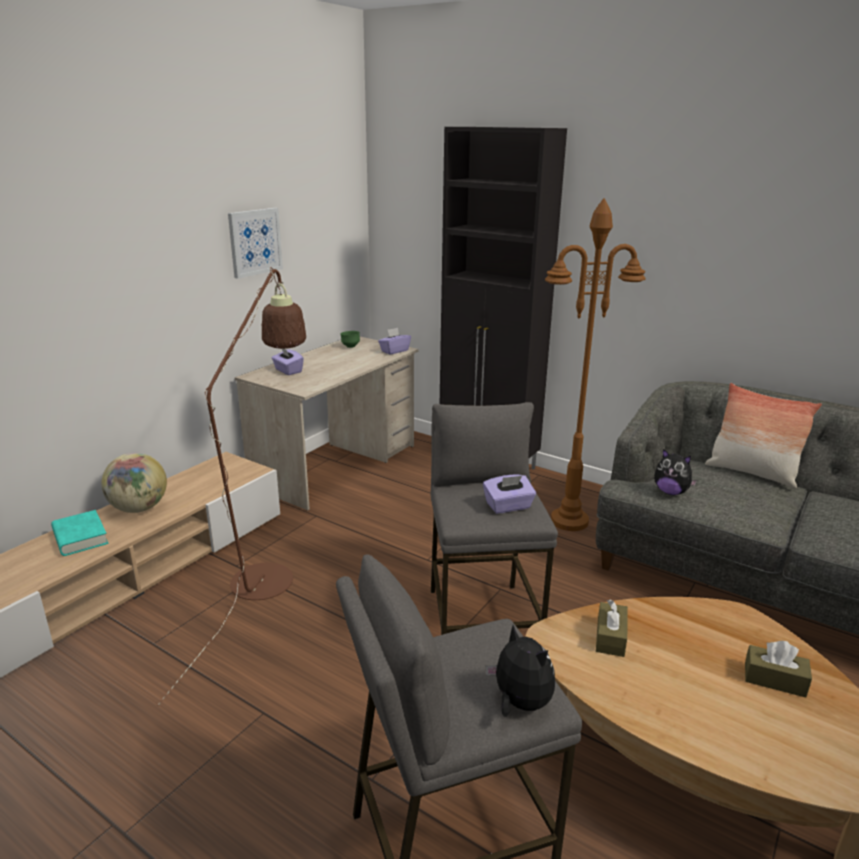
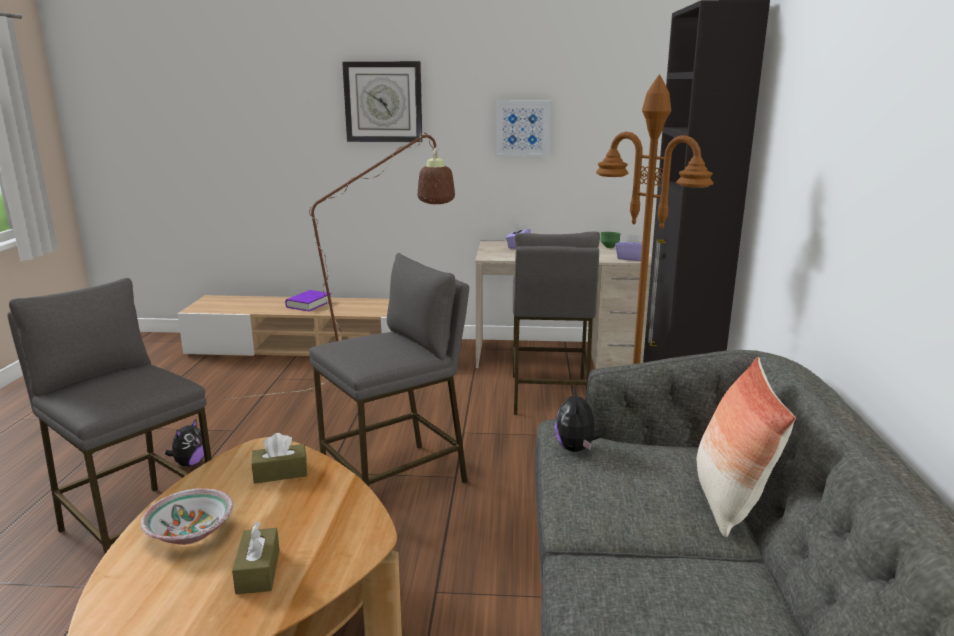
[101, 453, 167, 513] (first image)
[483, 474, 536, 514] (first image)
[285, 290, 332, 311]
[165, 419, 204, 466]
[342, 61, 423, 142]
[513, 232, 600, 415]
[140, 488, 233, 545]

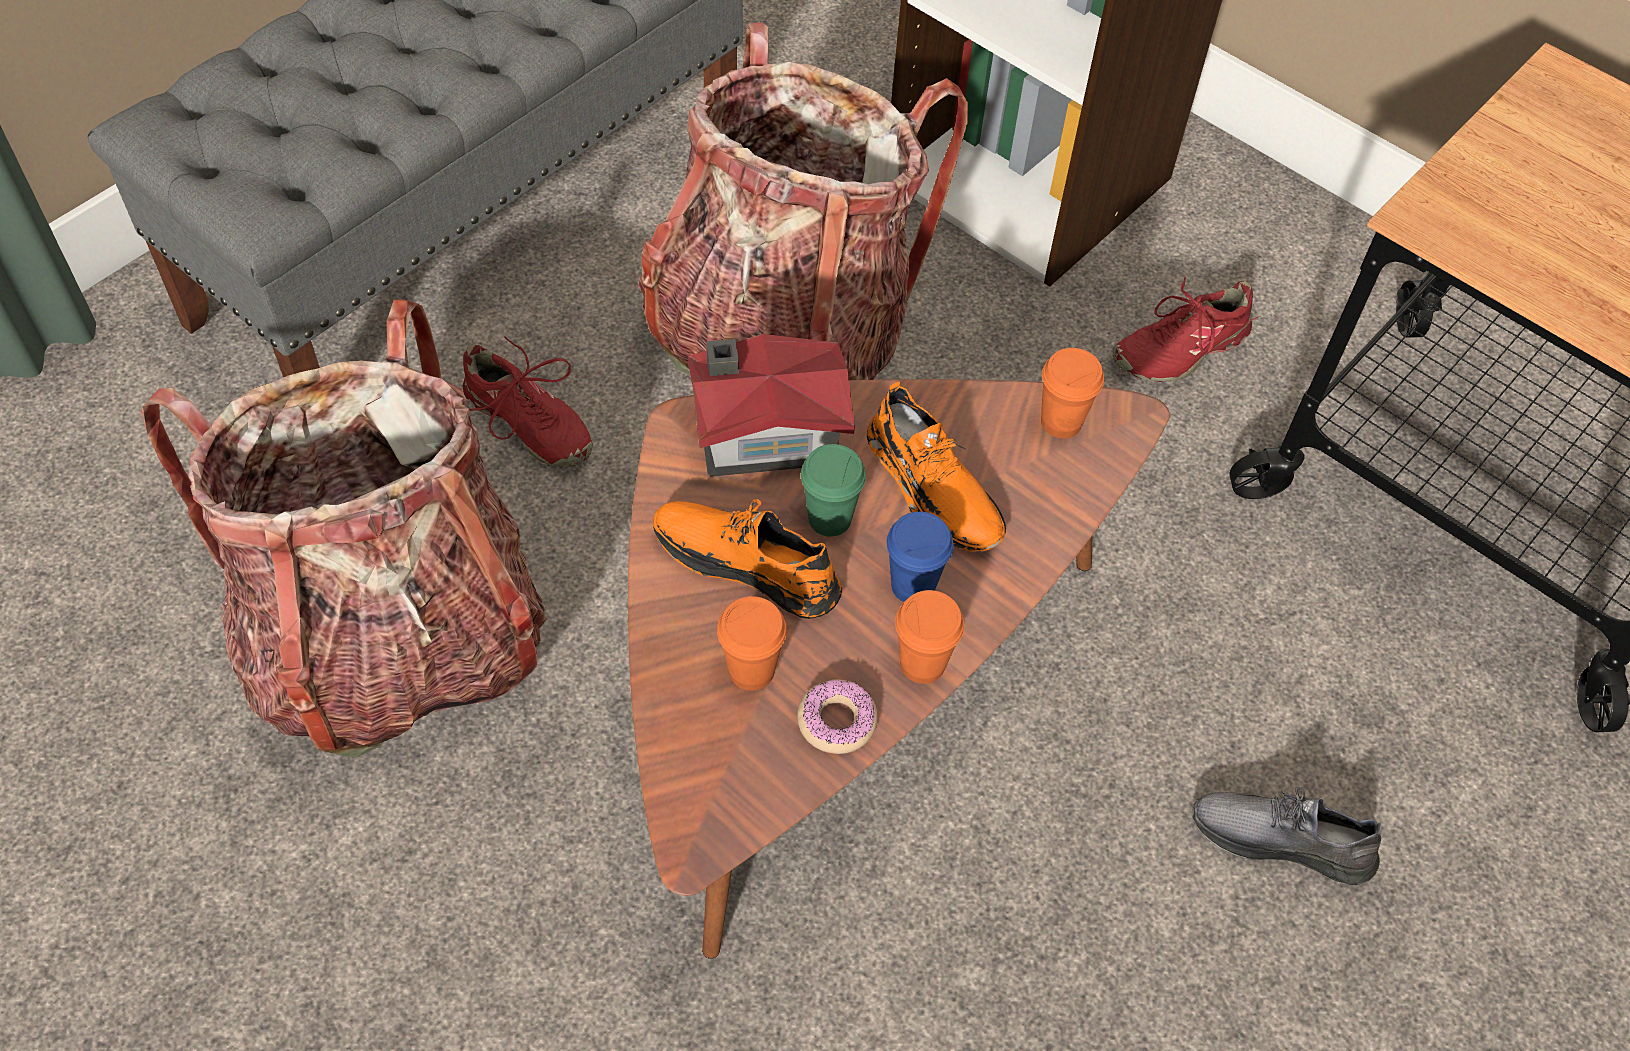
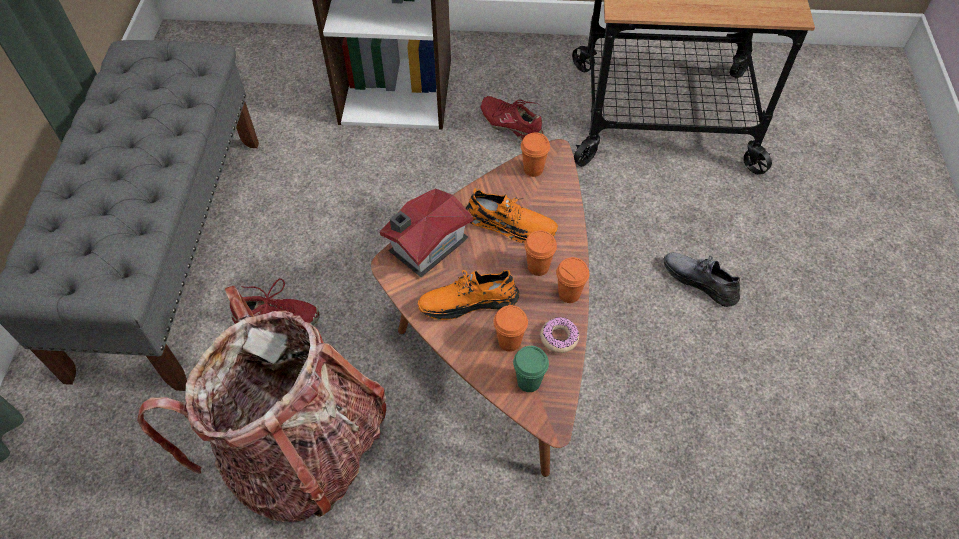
[638, 22, 968, 380] (first image)
[480, 96, 543, 140]
[513, 346, 549, 392]
[524, 230, 557, 276]
[664, 252, 740, 307]

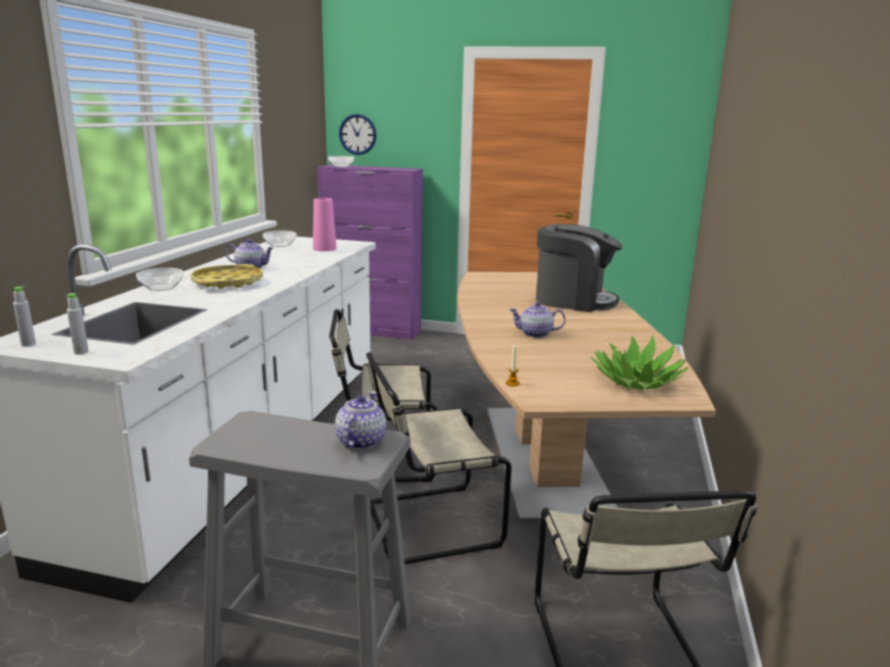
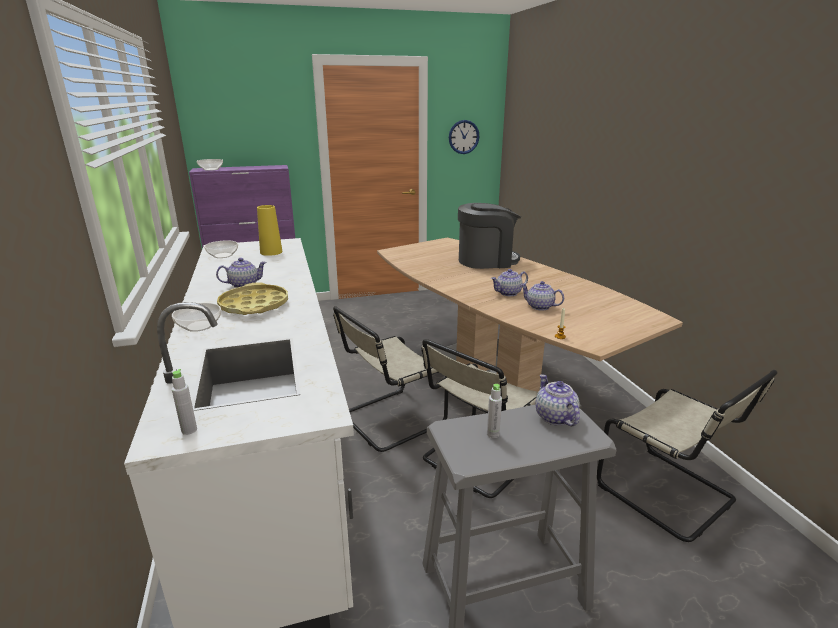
[449, 120, 479, 154]
[257, 205, 283, 256]
[487, 384, 502, 438]
[590, 335, 689, 390] (first image)
[520, 281, 564, 311]

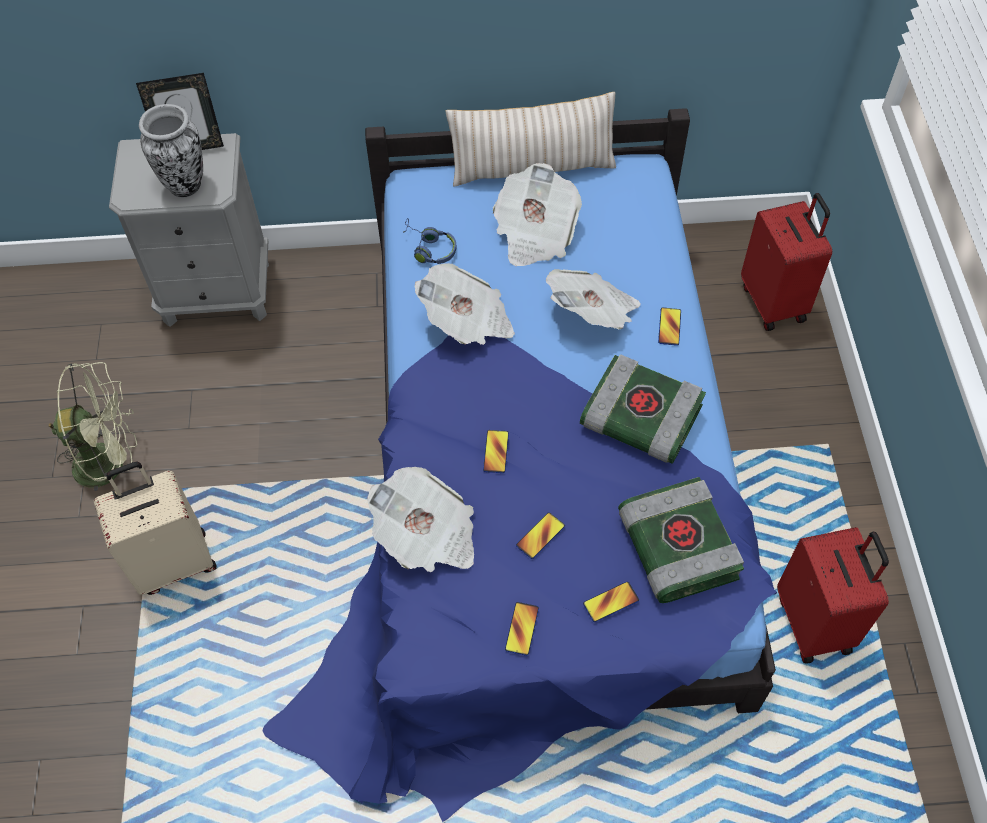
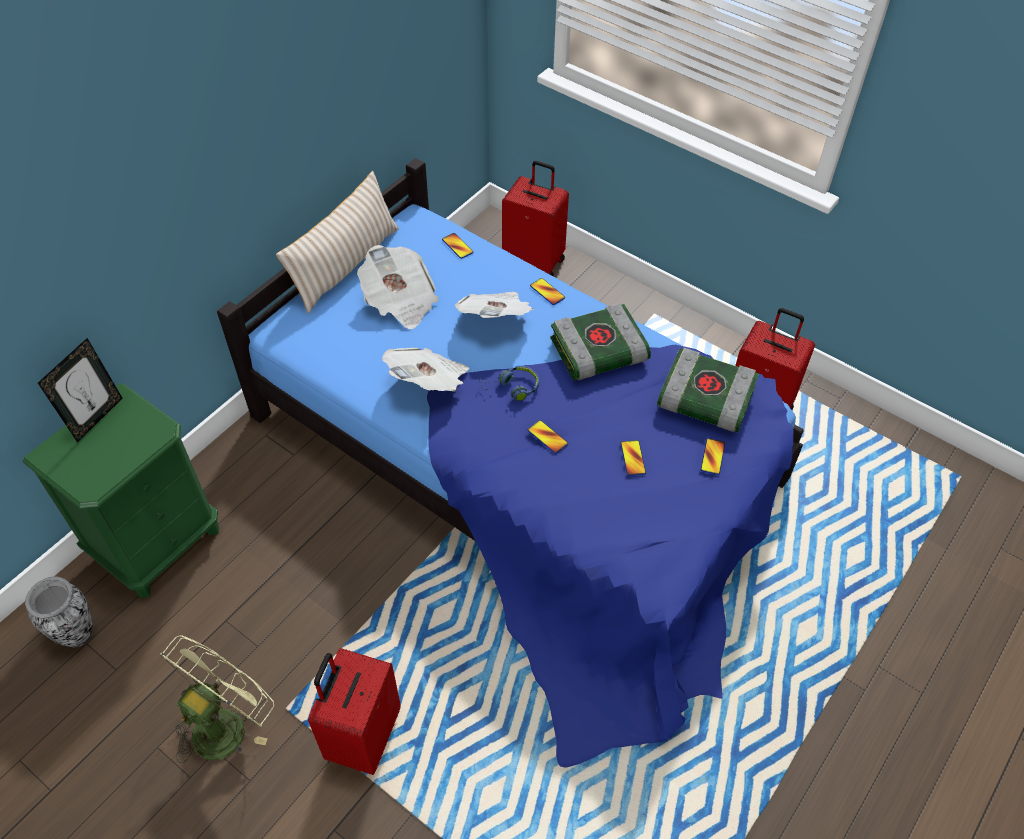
[25, 576, 93, 647]
[23, 383, 219, 598]
[479, 366, 539, 401]
[308, 648, 401, 775]
[367, 467, 474, 572] (first image)
[442, 233, 474, 259]

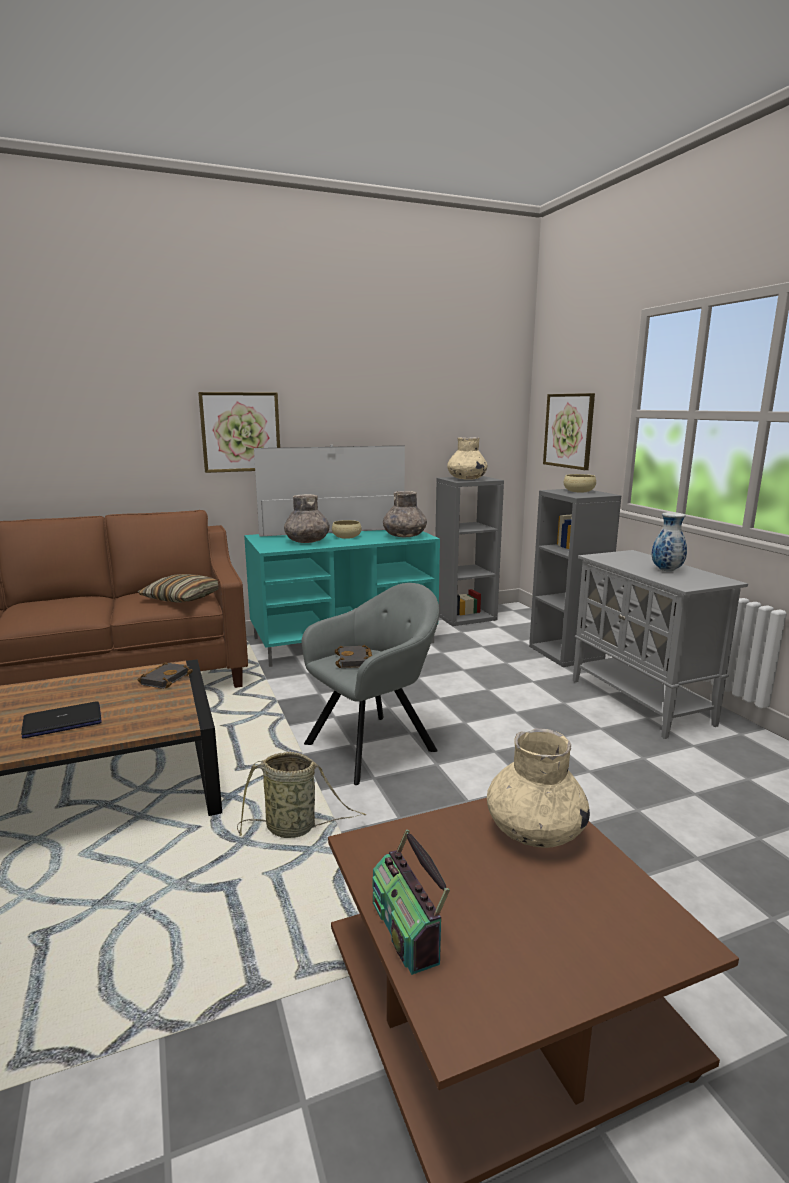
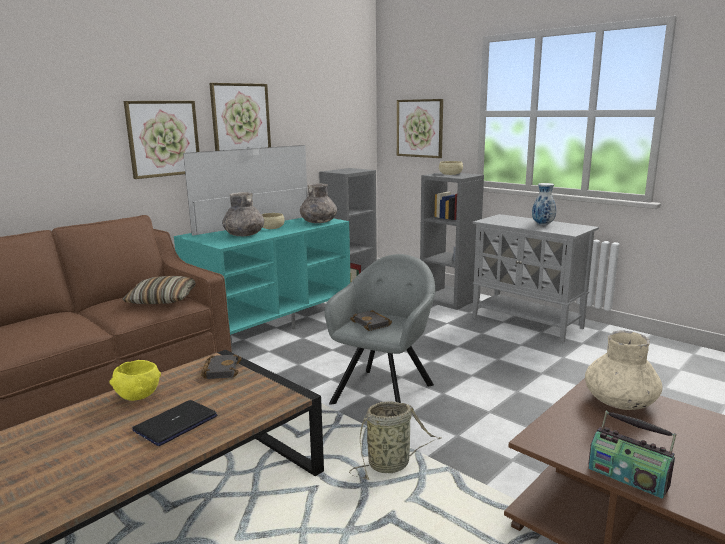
[447, 437, 487, 480] (first image)
[209, 83, 271, 151]
[110, 360, 161, 401]

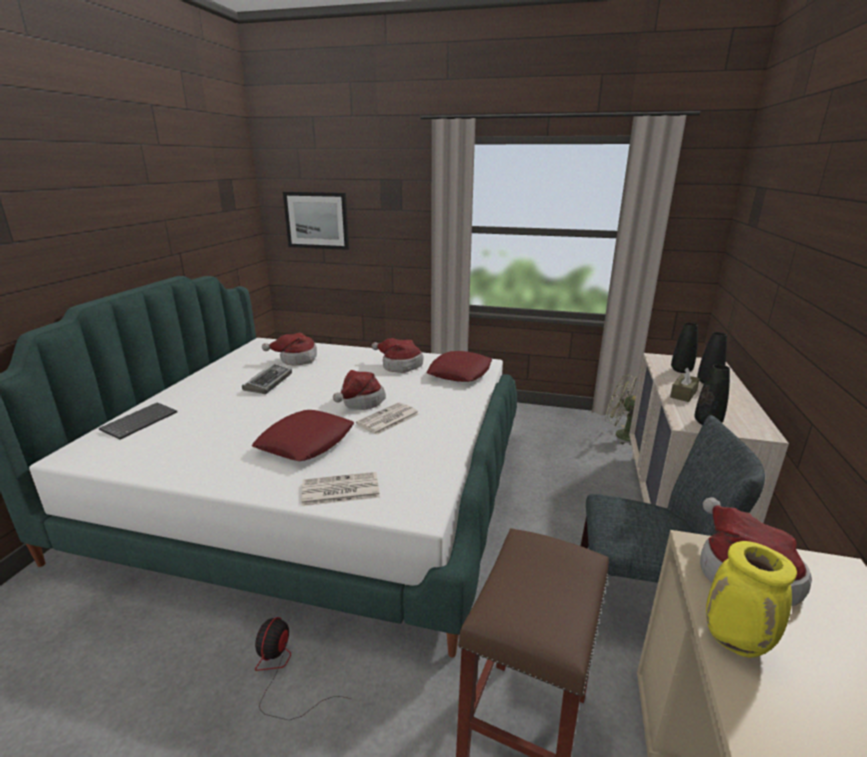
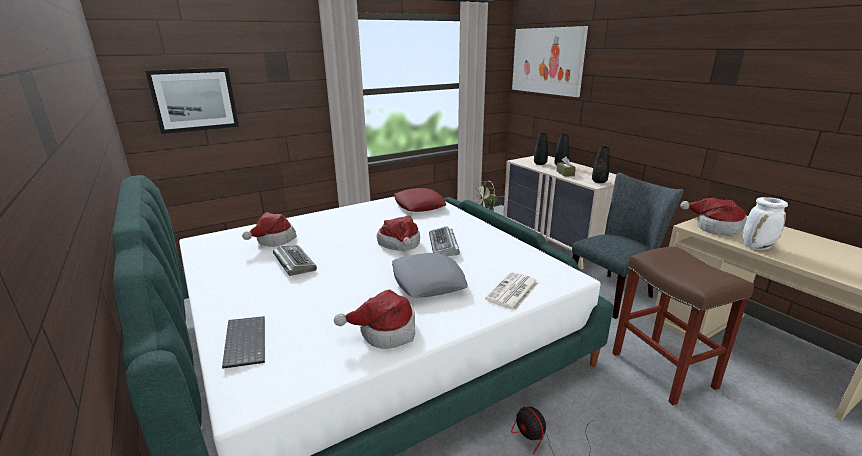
[334, 290, 415, 349]
[429, 226, 460, 256]
[392, 253, 468, 298]
[743, 197, 788, 250]
[512, 26, 588, 97]

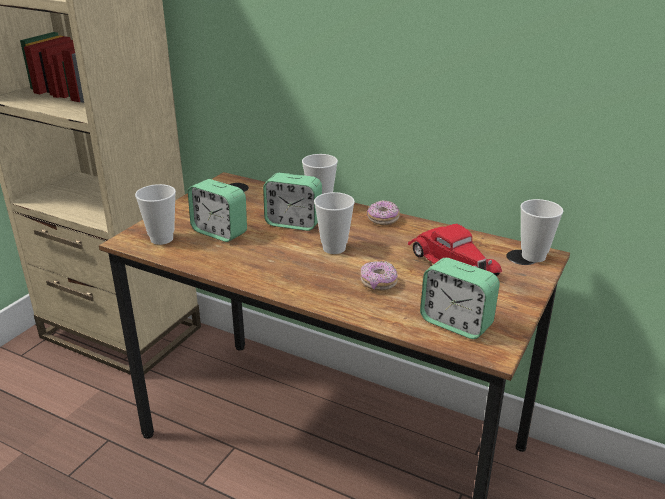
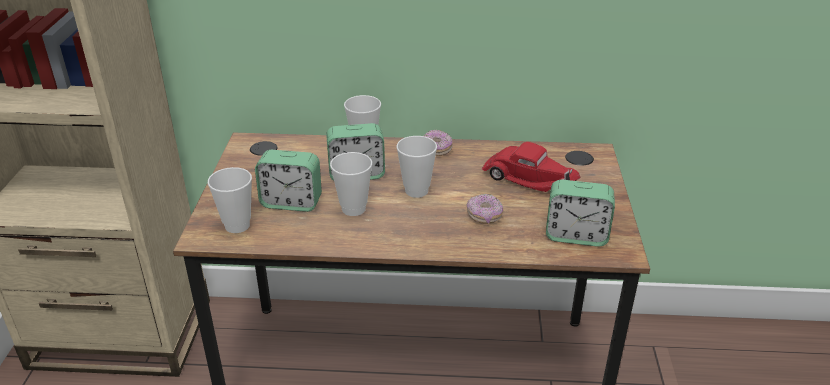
[330, 152, 372, 216]

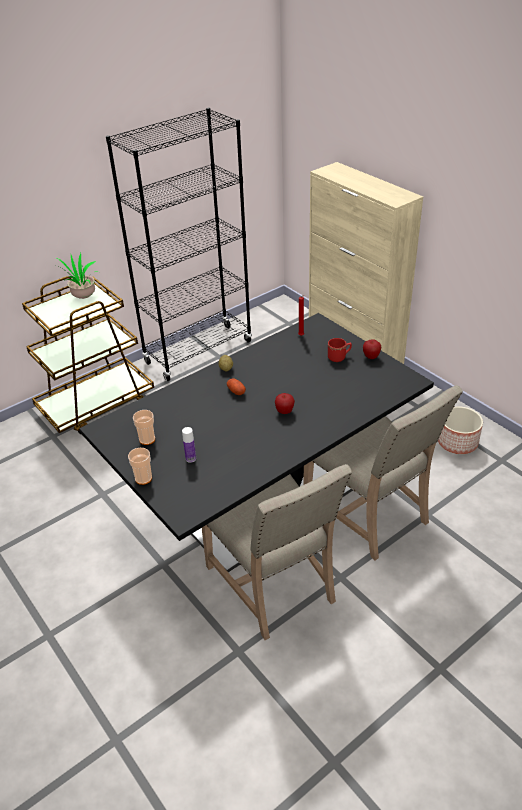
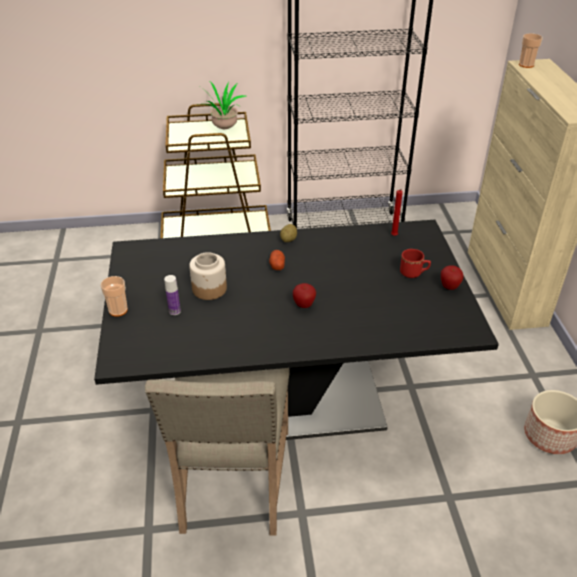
[303, 385, 463, 560] (first image)
[519, 33, 543, 68]
[189, 252, 227, 300]

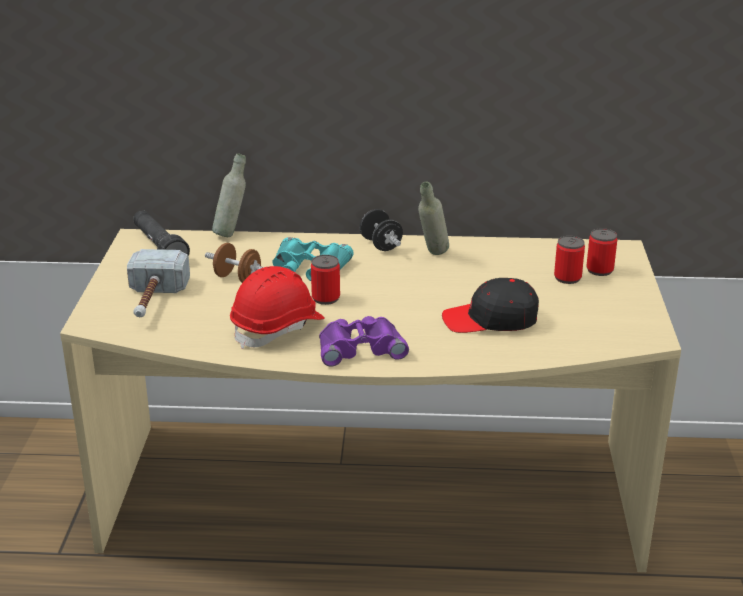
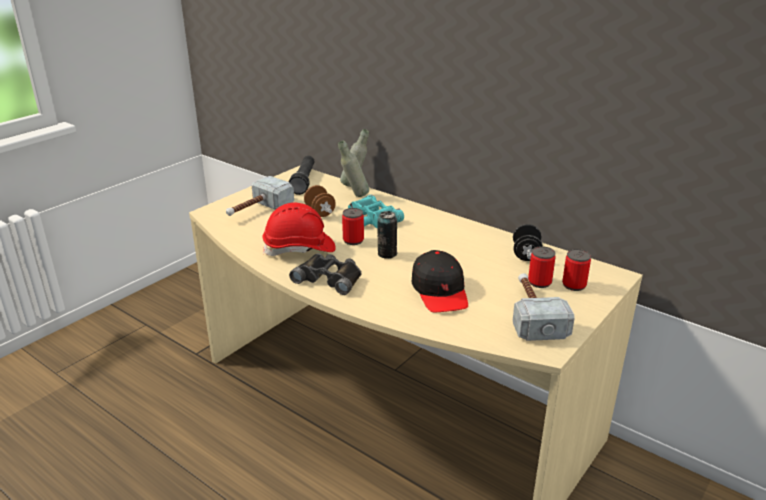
[338, 141, 369, 197]
[513, 224, 543, 261]
[411, 250, 468, 312]
[289, 253, 362, 295]
[377, 211, 397, 259]
[513, 273, 575, 341]

